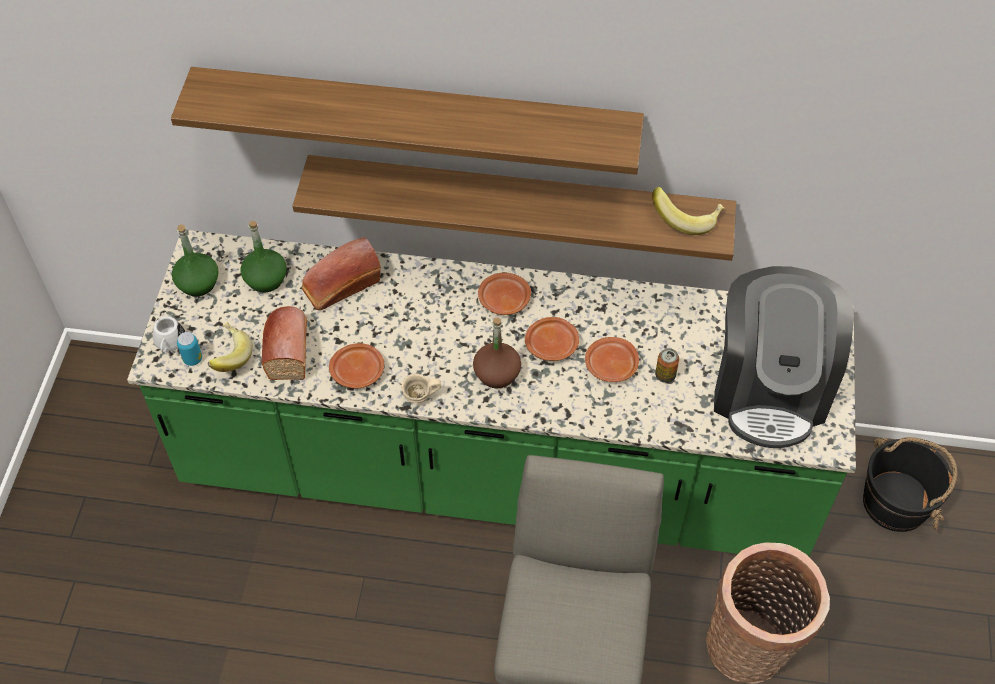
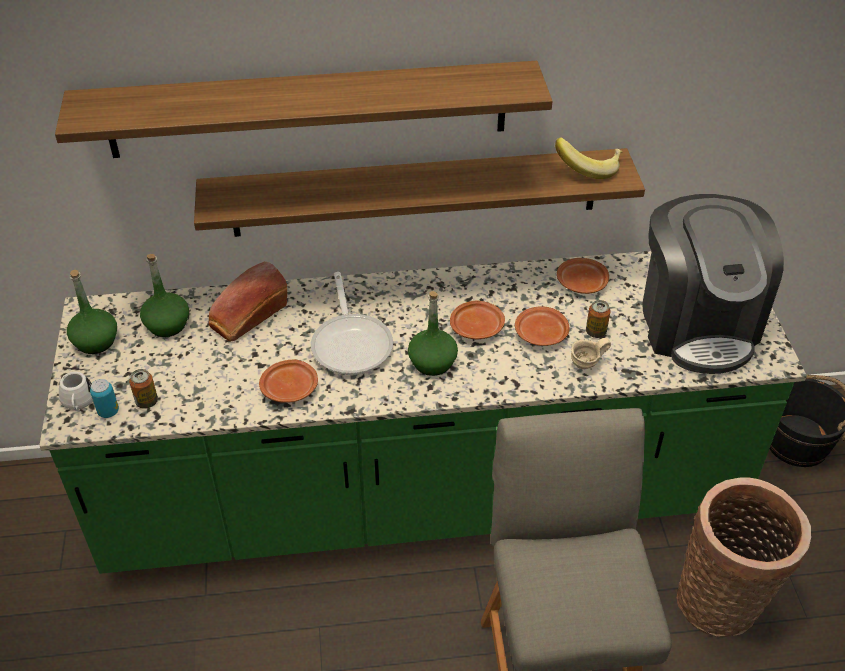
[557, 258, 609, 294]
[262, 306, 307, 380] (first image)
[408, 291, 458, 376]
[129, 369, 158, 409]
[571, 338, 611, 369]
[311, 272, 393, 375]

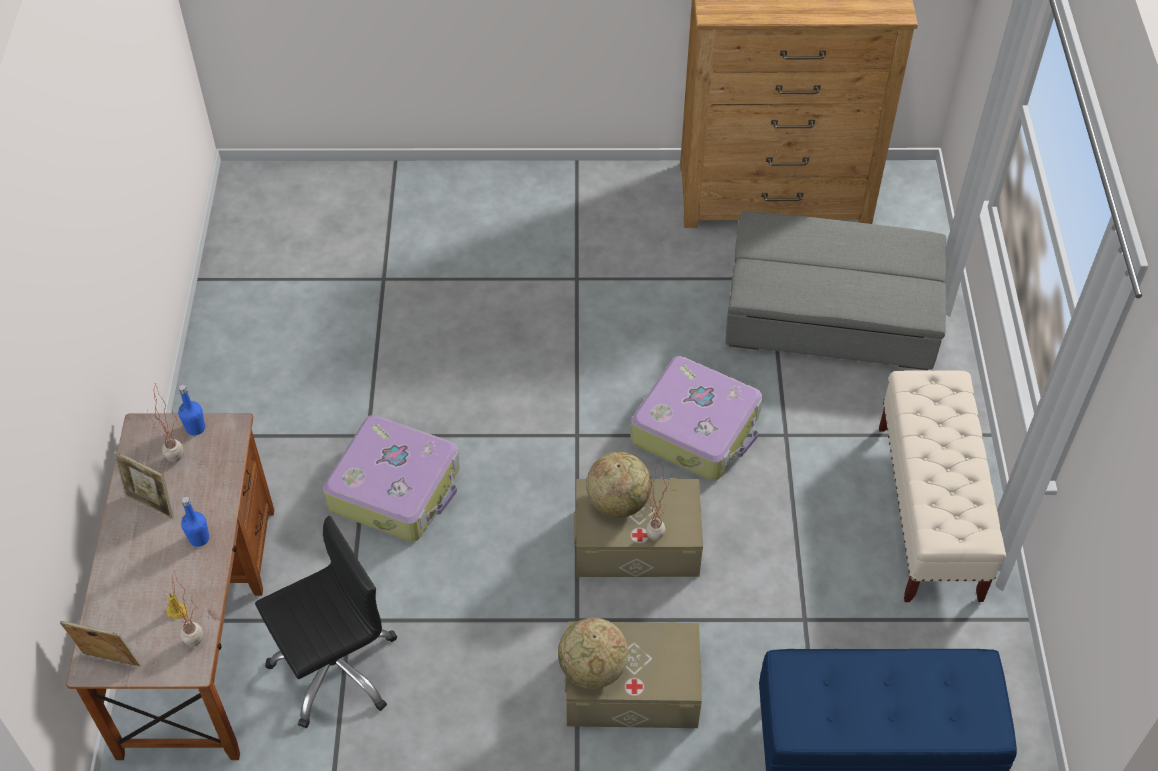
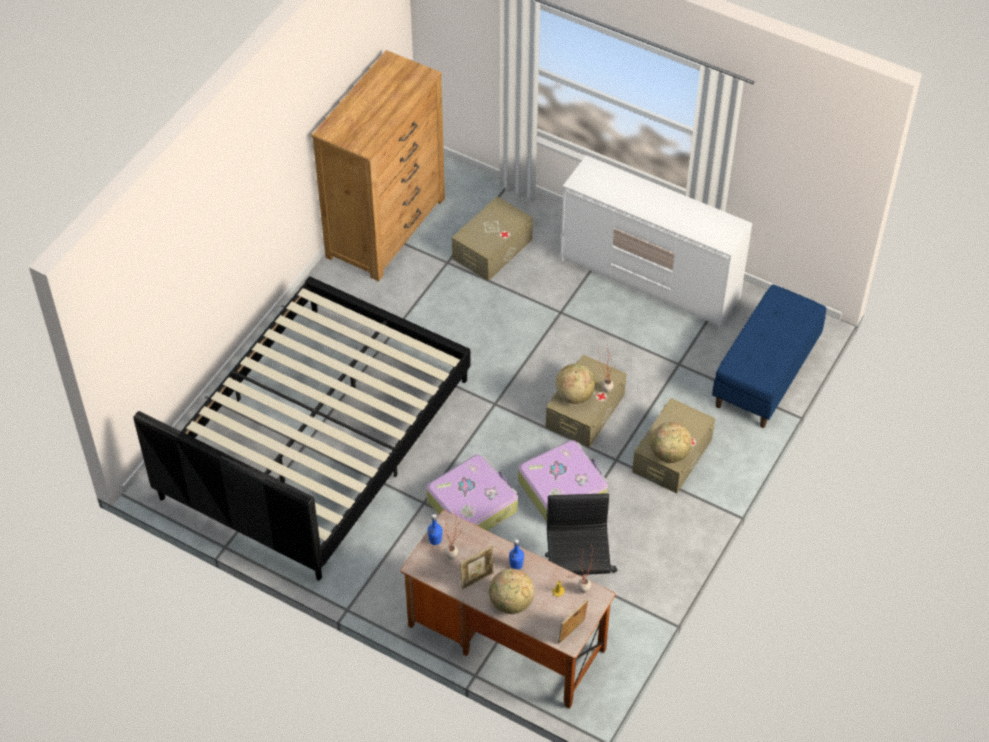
[452, 197, 533, 281]
[518, 440, 608, 522]
[560, 155, 753, 329]
[133, 276, 471, 581]
[489, 569, 534, 614]

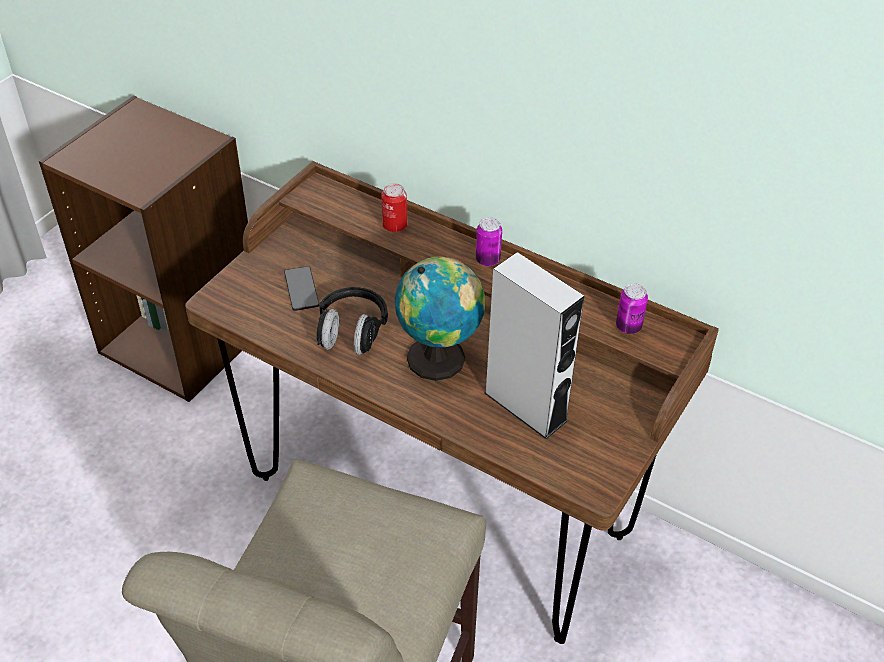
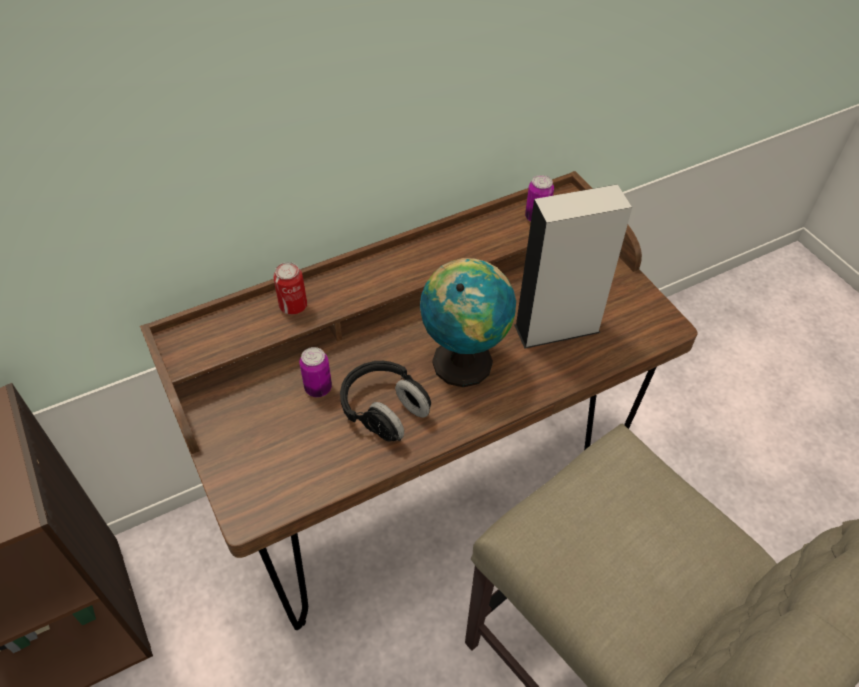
[299, 347, 332, 397]
[284, 266, 319, 311] (first image)

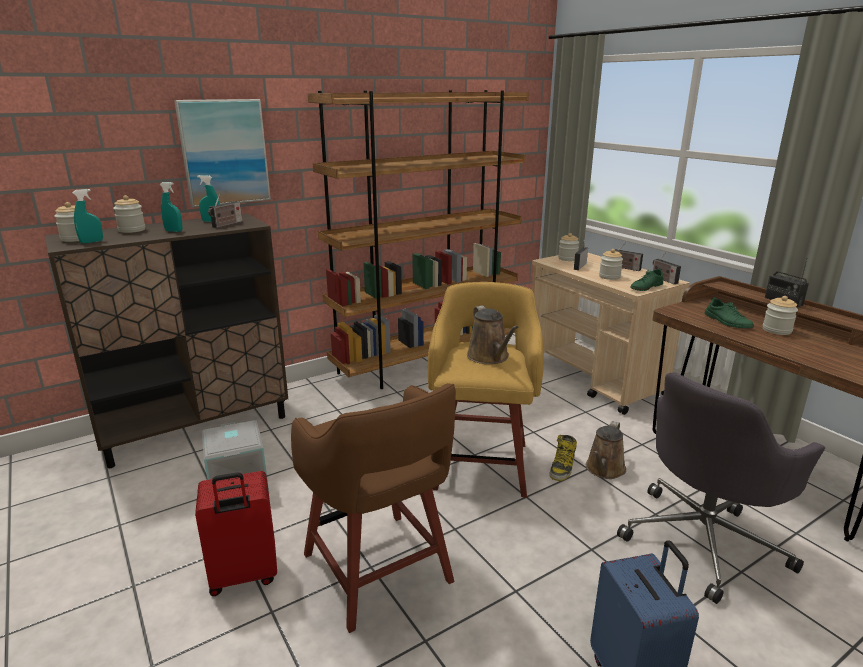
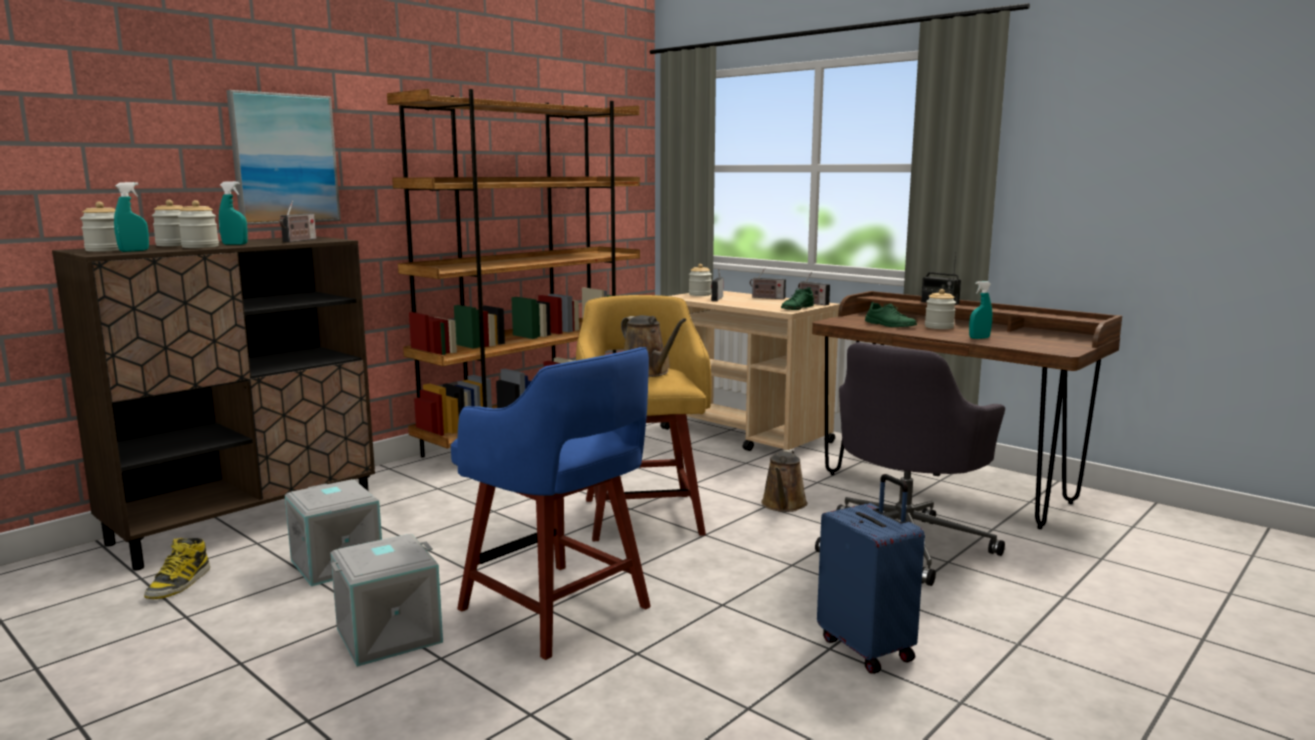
[969, 281, 992, 339]
[178, 200, 219, 248]
[451, 347, 651, 660]
[144, 538, 210, 599]
[330, 534, 443, 667]

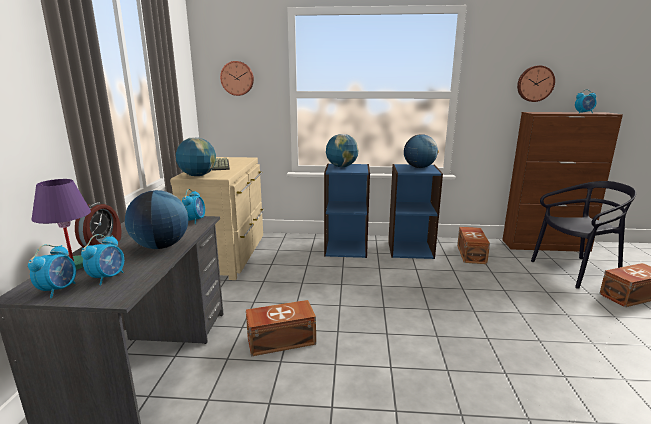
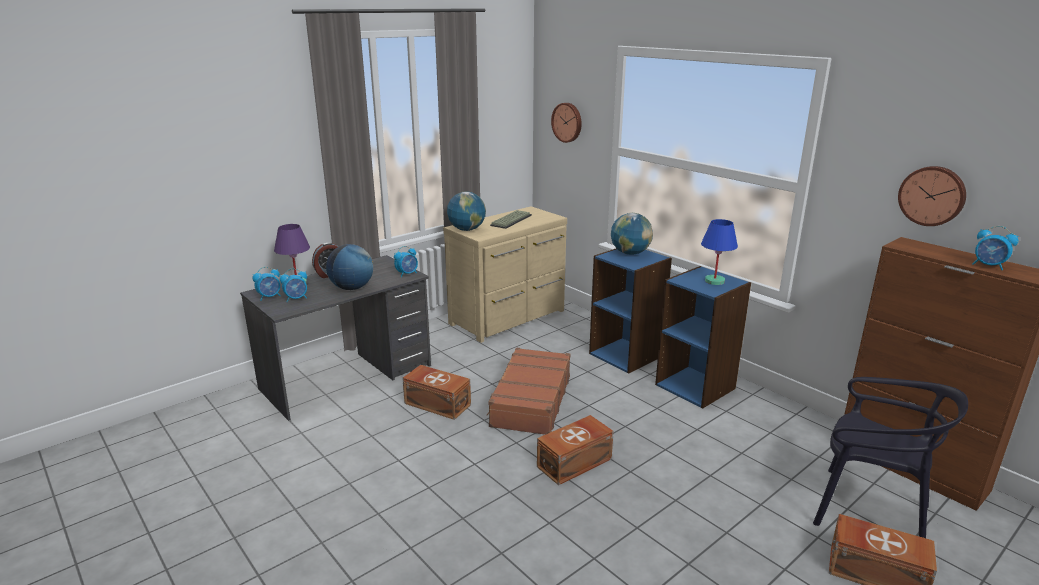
[701, 219, 738, 285]
[537, 415, 613, 485]
[486, 347, 571, 435]

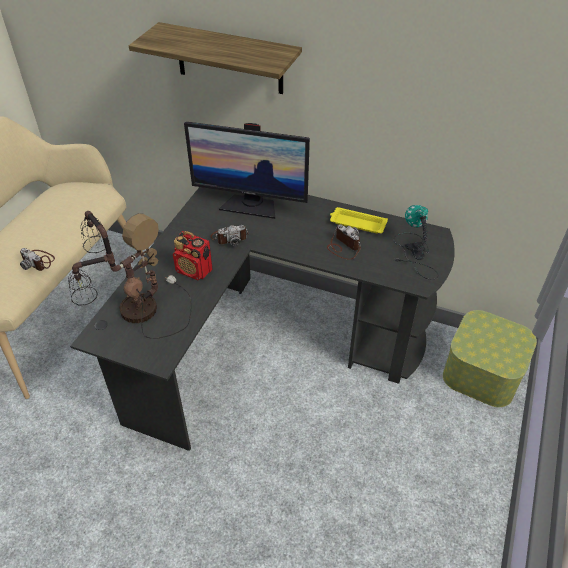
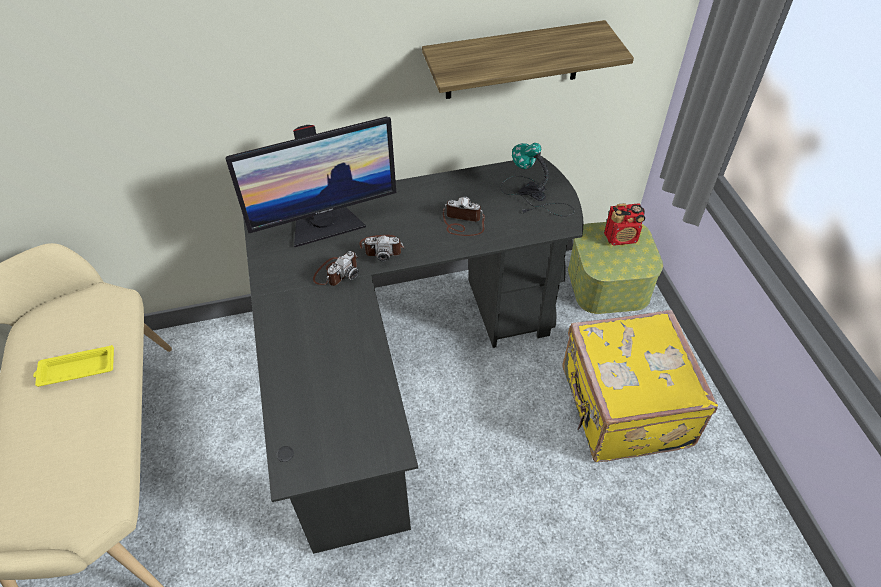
[422, 20, 634, 99]
[33, 345, 114, 387]
[68, 211, 191, 339] (first image)
[604, 203, 645, 246]
[359, 235, 405, 262]
[563, 310, 718, 462]

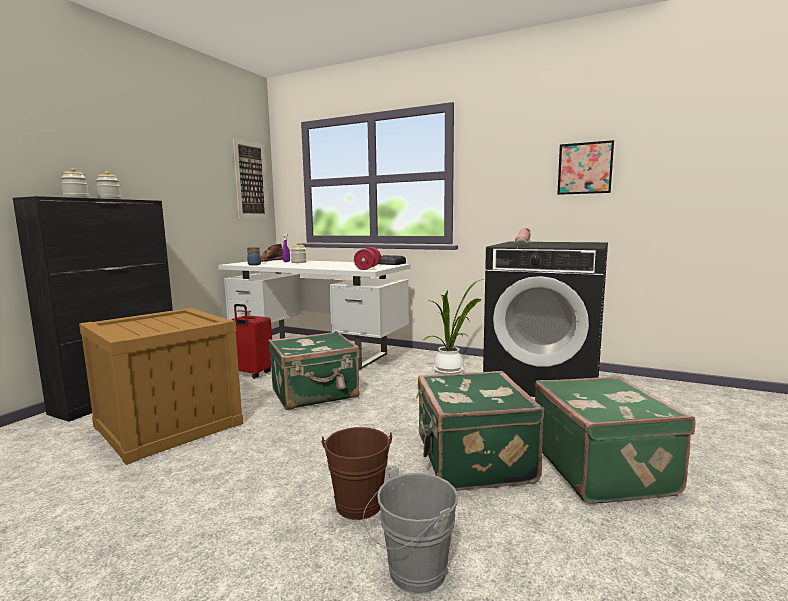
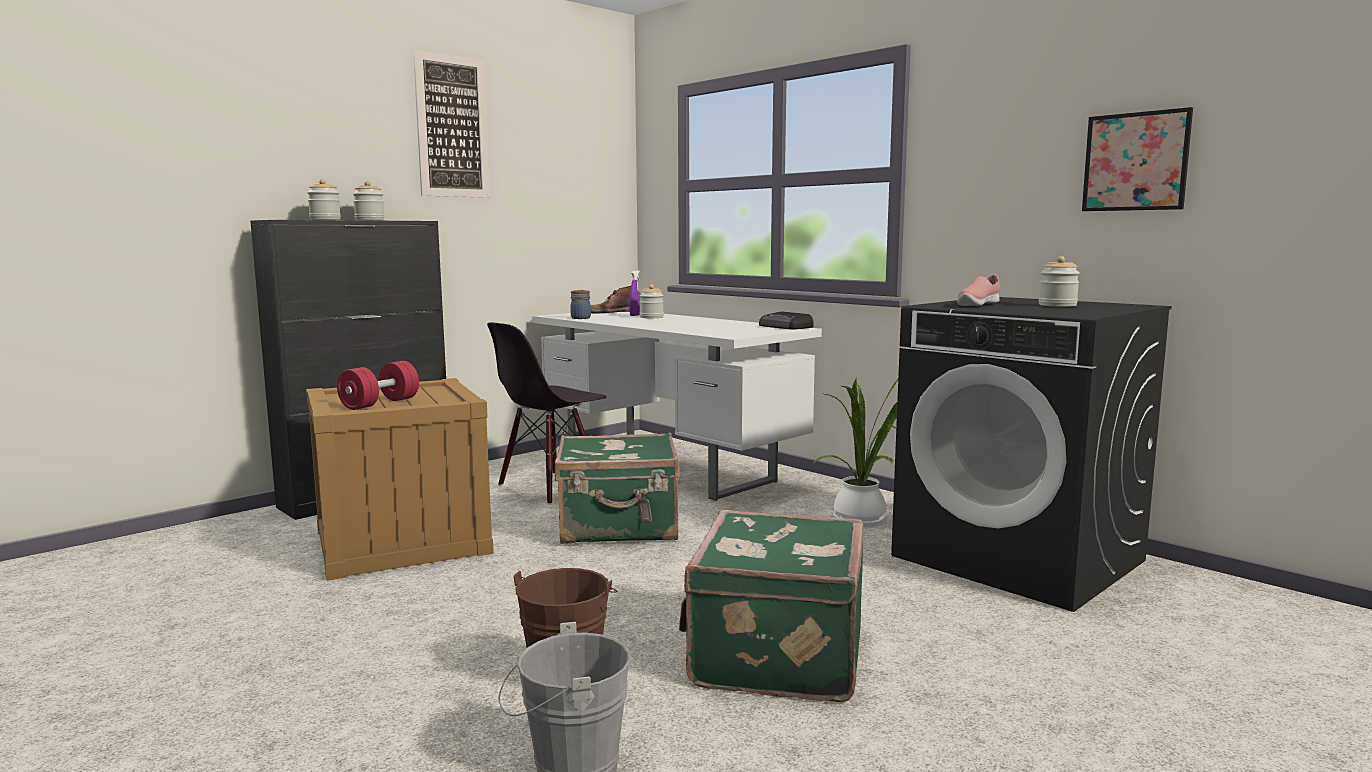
[413, 50, 490, 198]
[337, 361, 419, 410]
[487, 322, 607, 505]
[535, 376, 696, 504] (first image)
[1039, 256, 1080, 307]

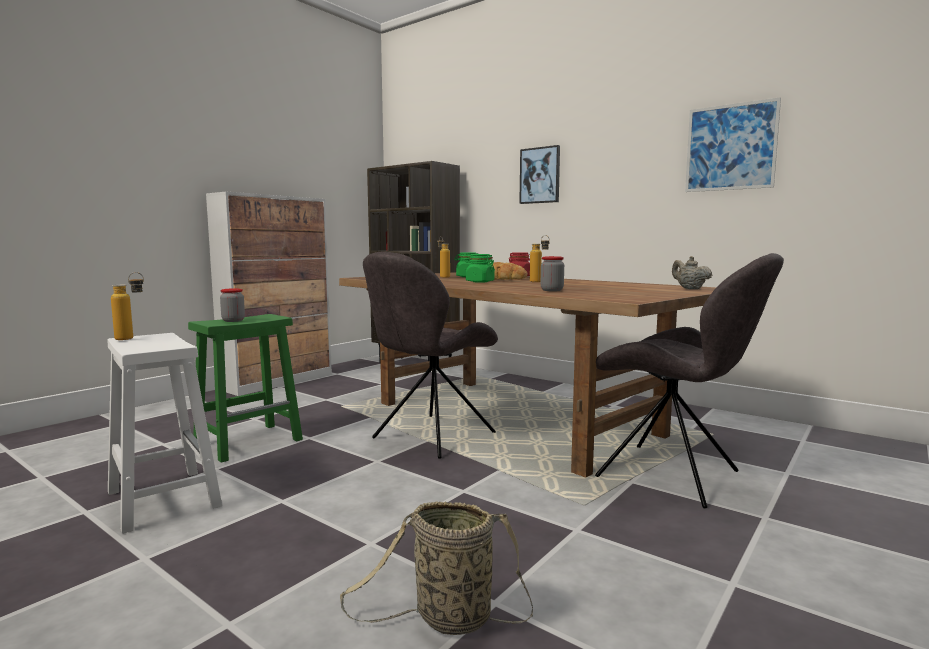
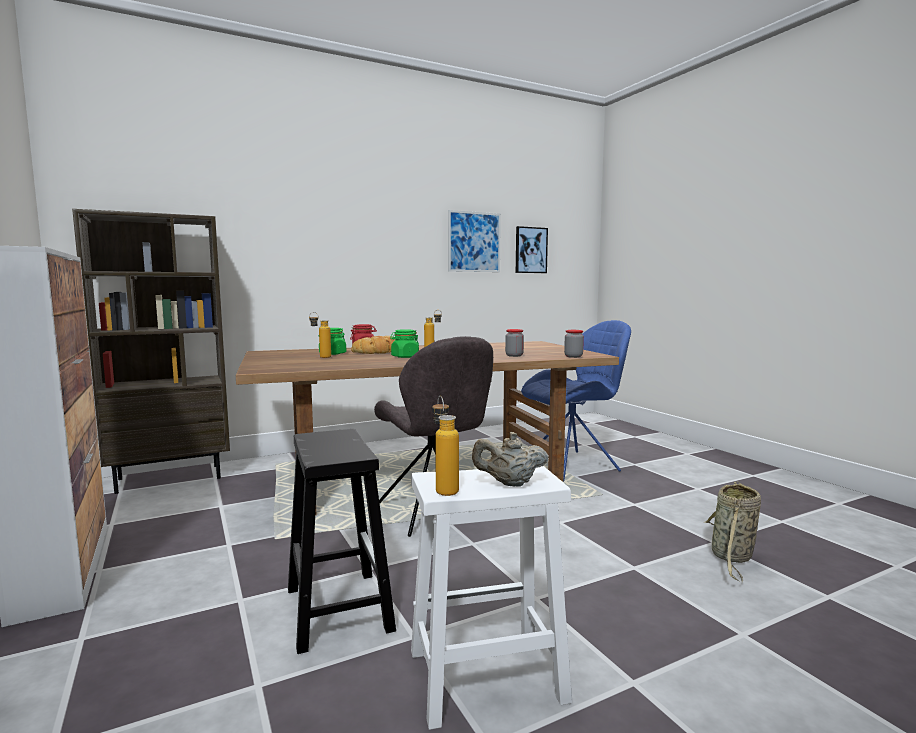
[516, 226, 548, 273]
[521, 320, 631, 482]
[472, 432, 549, 487]
[564, 330, 584, 358]
[288, 429, 396, 654]

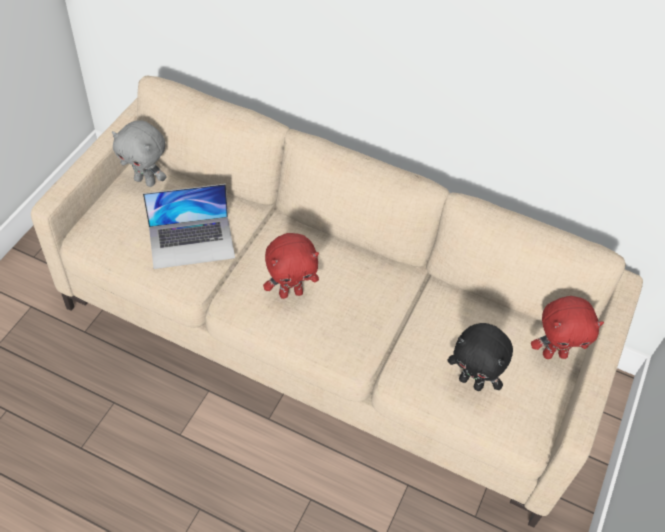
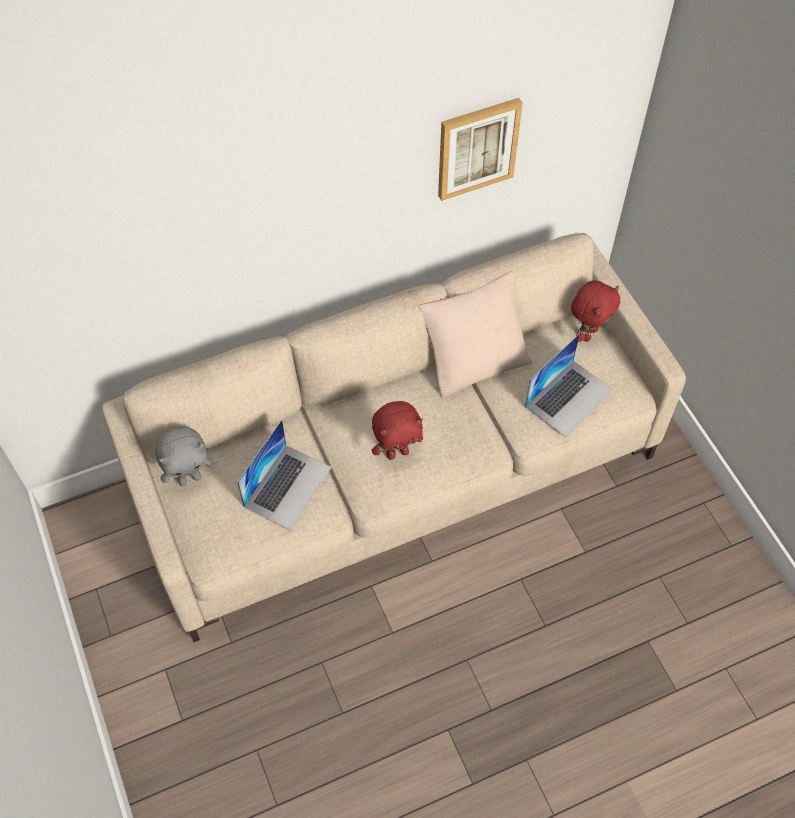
[372, 401, 423, 460]
[525, 333, 613, 437]
[438, 98, 523, 201]
[418, 271, 532, 398]

